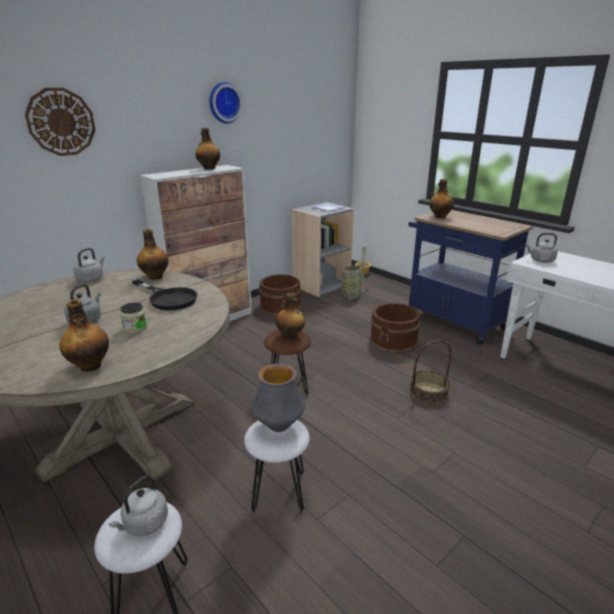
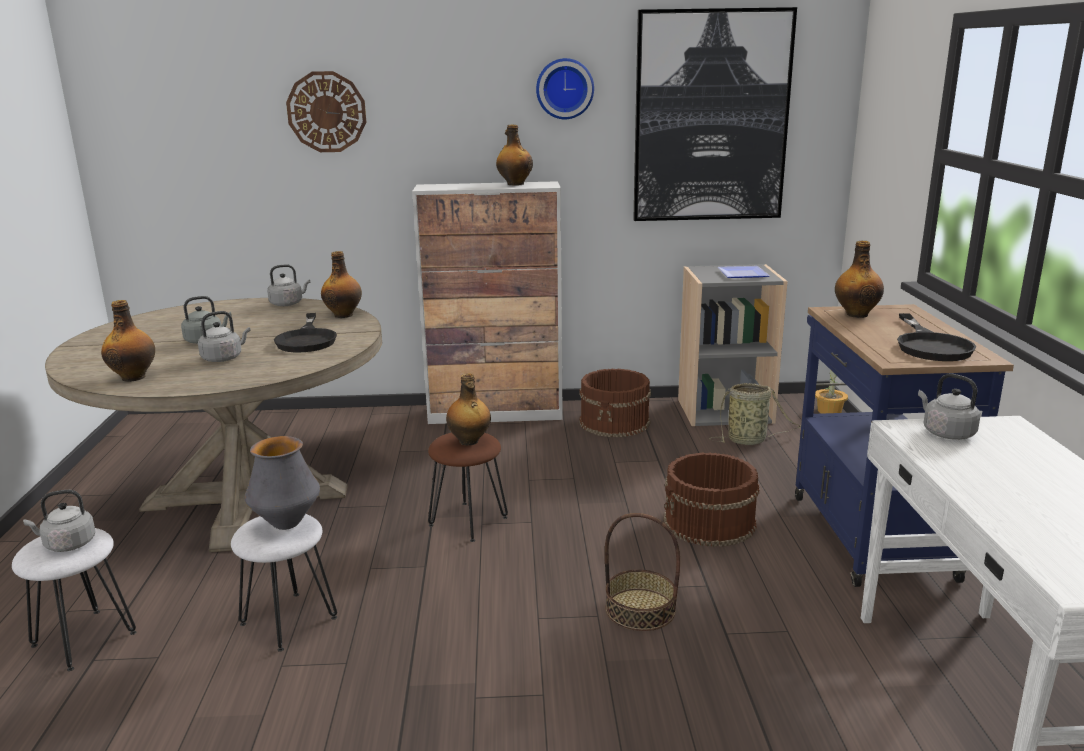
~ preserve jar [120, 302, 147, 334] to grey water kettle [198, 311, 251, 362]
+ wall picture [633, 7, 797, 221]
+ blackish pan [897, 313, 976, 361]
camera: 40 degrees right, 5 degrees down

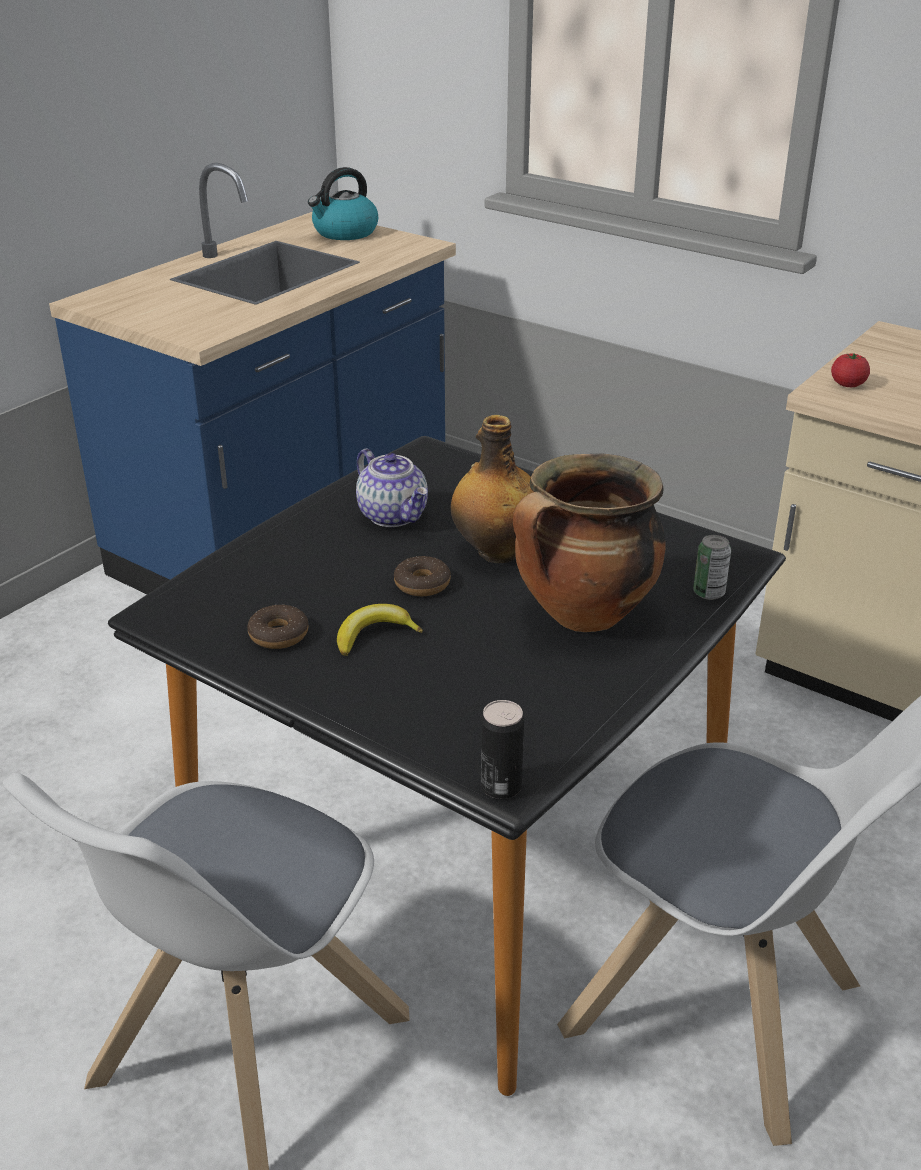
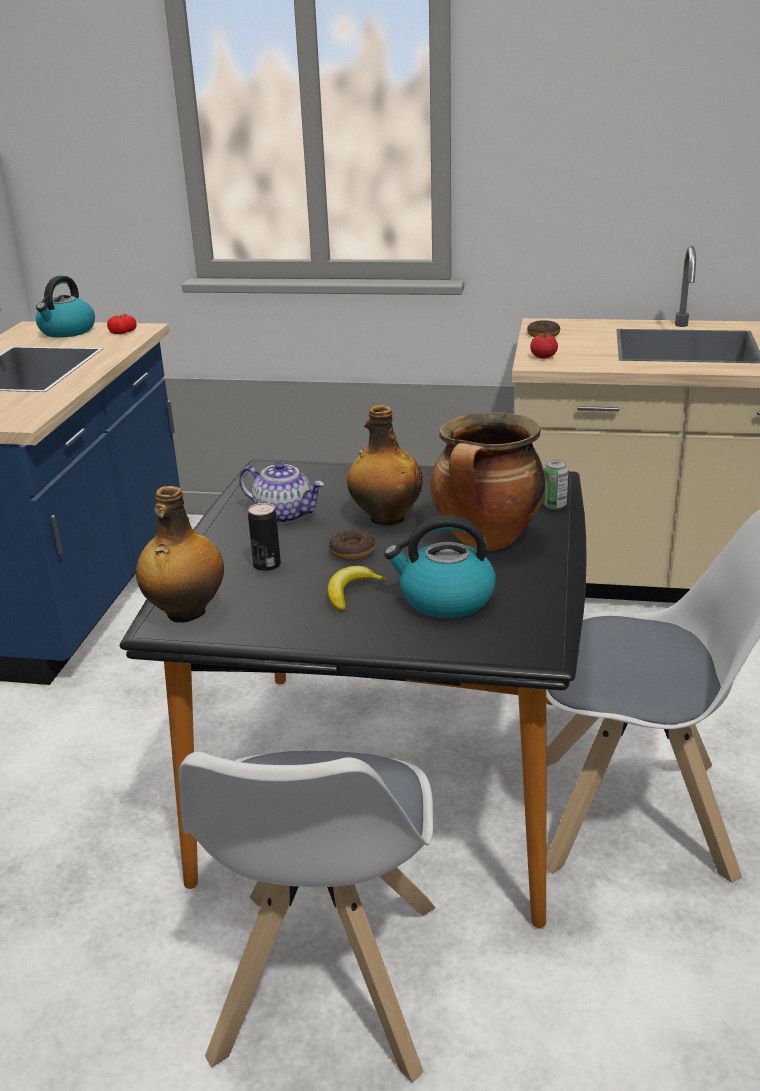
~ ring doughnut [247, 605, 308, 649] to [527, 320, 560, 337]
~ metal can [481, 700, 524, 799] to [248, 503, 281, 571]
+ tomato [107, 314, 137, 334]
+ drink bottle [136, 486, 224, 623]
+ water kettle [384, 516, 496, 618]
camera: 25 degrees left, 5 degrees down

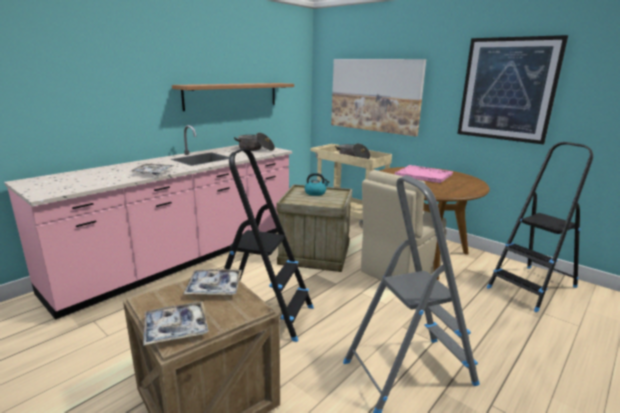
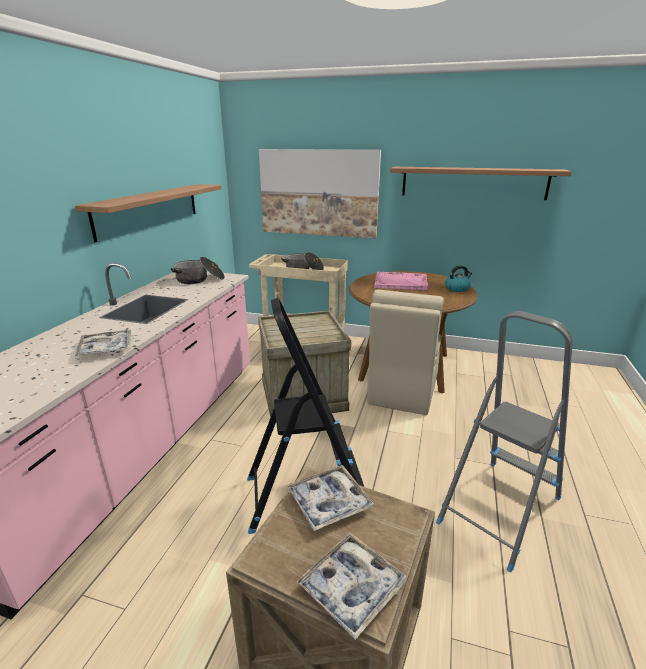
~ wall picture [457, 35, 568, 145] to shelf [390, 167, 572, 200]
- blackish stepladder [487, 142, 593, 312]
~ water kettle [304, 173, 330, 196] to [445, 265, 472, 292]
camera: 25 degrees left, 5 degrees up

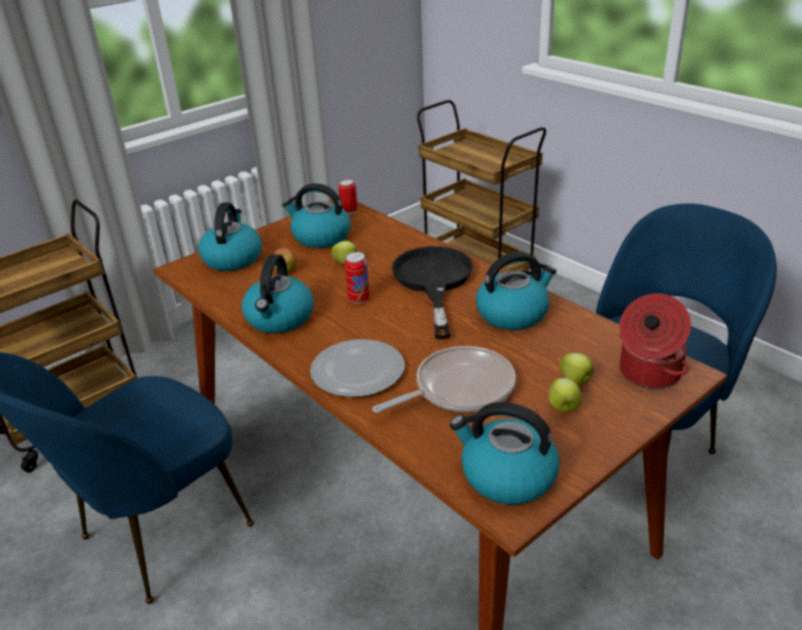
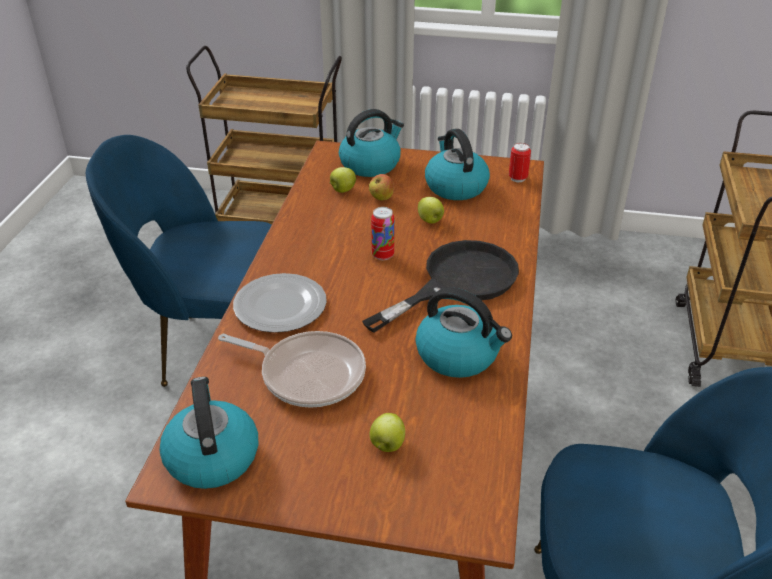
- water kettle [242, 254, 314, 333]
- stockpot [619, 293, 691, 389]
~ apple [548, 378, 582, 413] to [330, 167, 356, 193]
camera: 50 degrees right, 5 degrees up

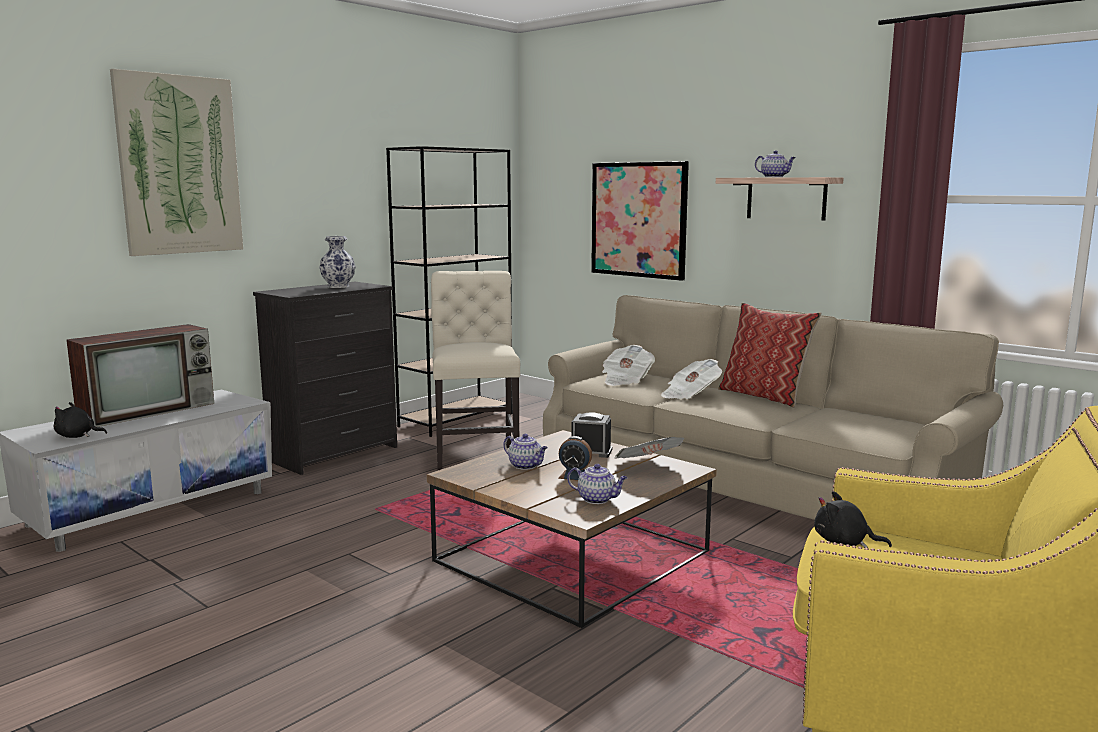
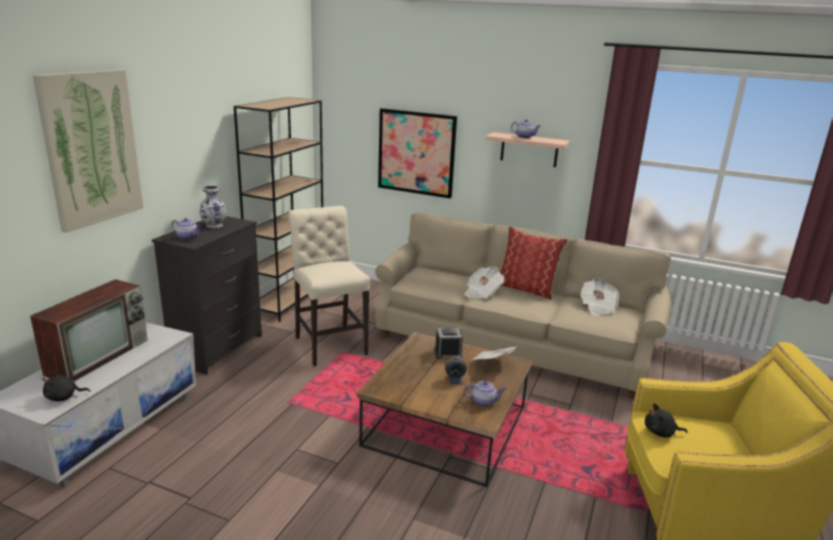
~ printed paper [602, 345, 655, 386] to [580, 278, 620, 316]
~ teapot [504, 434, 548, 470] to [172, 218, 201, 240]
camera: 20 degrees left, 10 degrees up

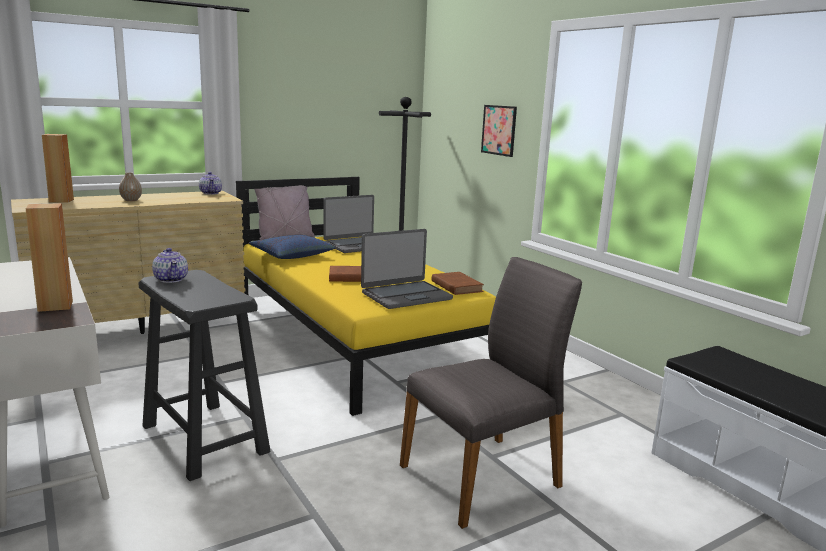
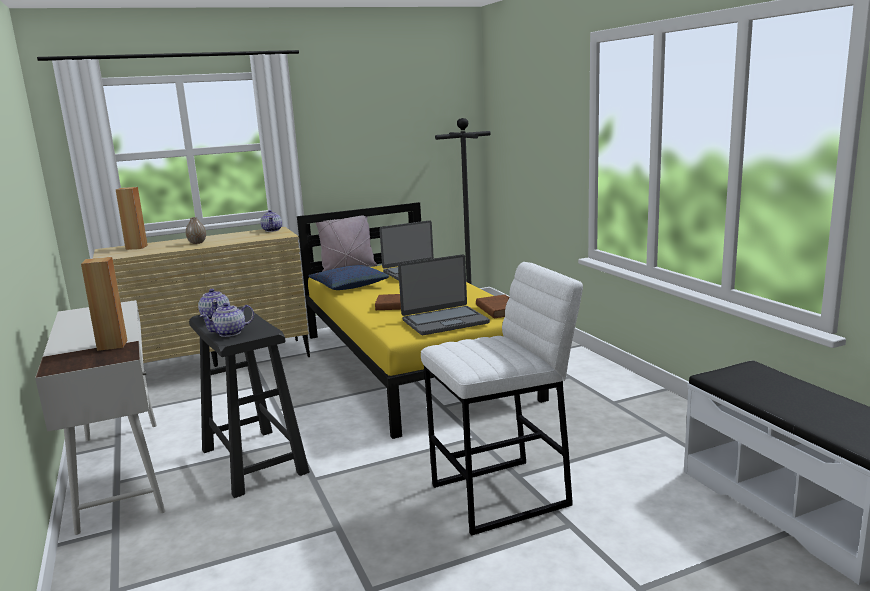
- wall picture [481, 105, 517, 157]
~ grey plain chair [400, 257, 582, 529] to white-coloured sitting stool [421, 262, 583, 536]
+ teapot [199, 303, 254, 337]
camera: 10 degrees right, 0 degrees up

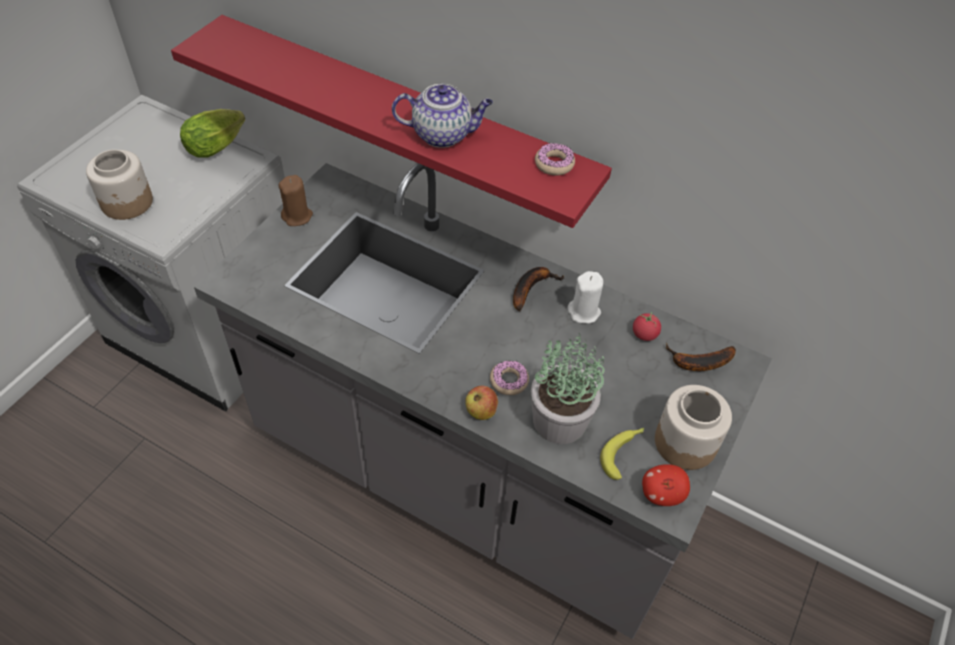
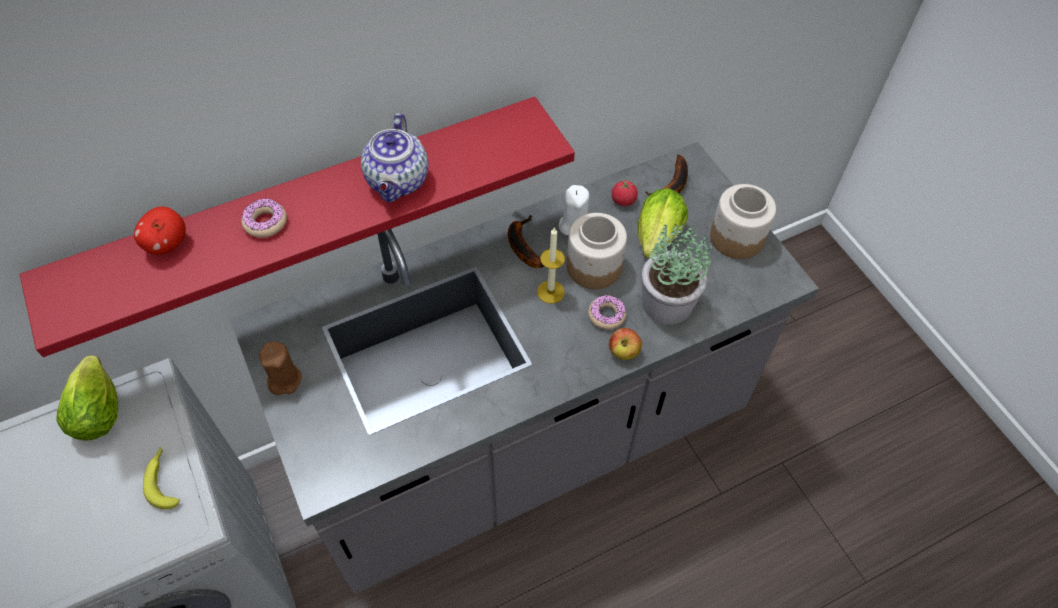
~ teapot [392, 84, 493, 148] = [361, 113, 429, 202] 150 degrees clockwise
~ ring doughnut [535, 143, 575, 176] to [241, 199, 287, 238]
~ preserve jar [86, 149, 153, 220] to [567, 213, 627, 289]
~ whole banana [600, 428, 644, 480] to [143, 447, 180, 509]
~ apple [642, 464, 690, 506] to [134, 207, 186, 255]
+ head of lettuce [637, 188, 688, 258]
+ candle [537, 227, 565, 304]
camera: 55 degrees left, 5 degrees up

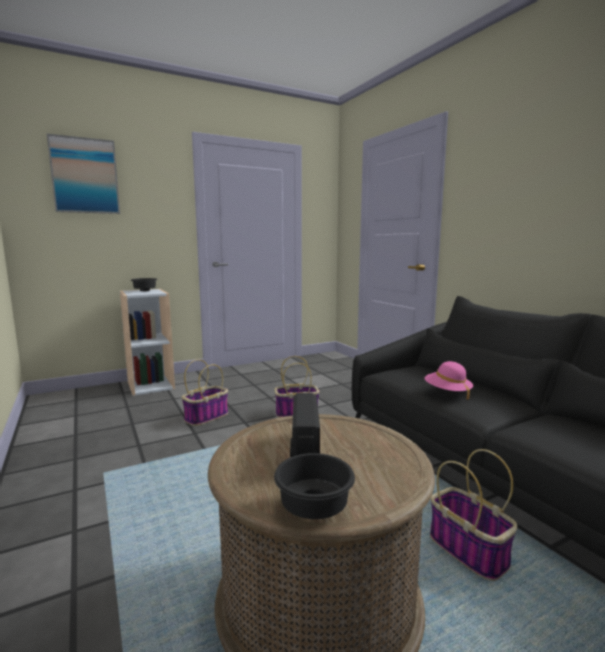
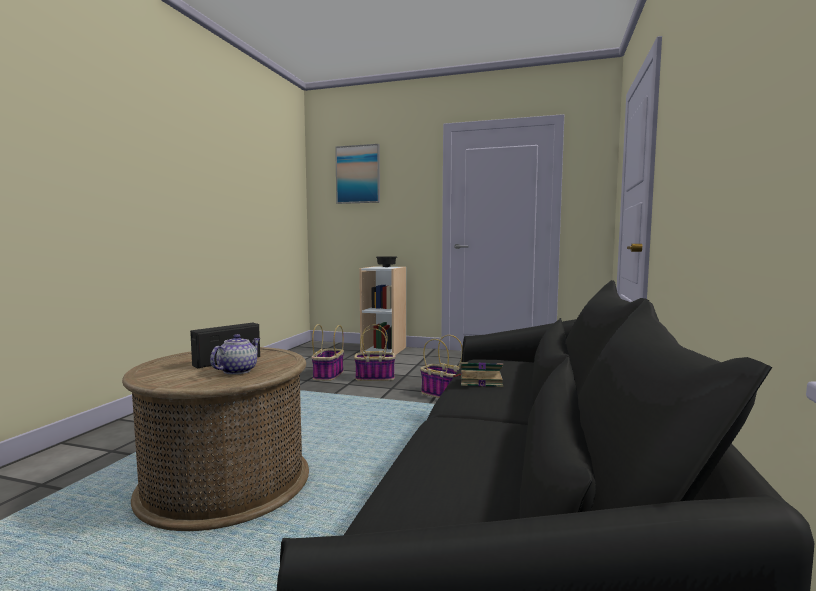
~ pink-coloured hat [425, 361, 473, 400] to bound book [453, 362, 503, 387]
~ storage basket [430, 449, 518, 581] to [312, 324, 344, 381]
- blackish serving bowl [274, 453, 355, 519]
+ teapot [210, 334, 260, 375]
camera: 45 degrees right, 5 degrees down

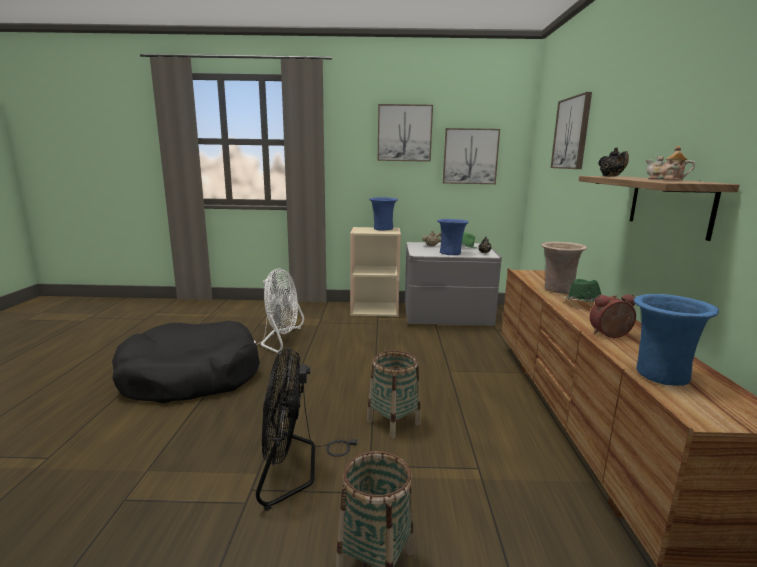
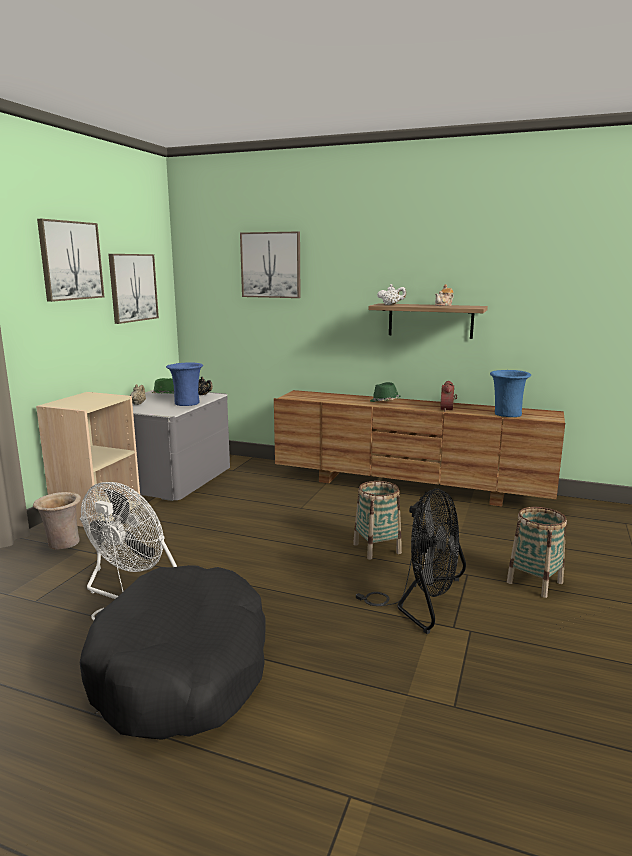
~ blackish teapot [598, 148, 629, 176] to white-coloured teapot [377, 284, 406, 305]
- blue flower vase [369, 197, 398, 230]
~ beige-coloured flower vase [541, 242, 587, 294] to [33, 492, 81, 550]
~ blackish cooling fan [256, 347, 359, 511] = [356, 488, 466, 634] 75 degrees counterclockwise
camera: 70 degrees left, 0 degrees up

